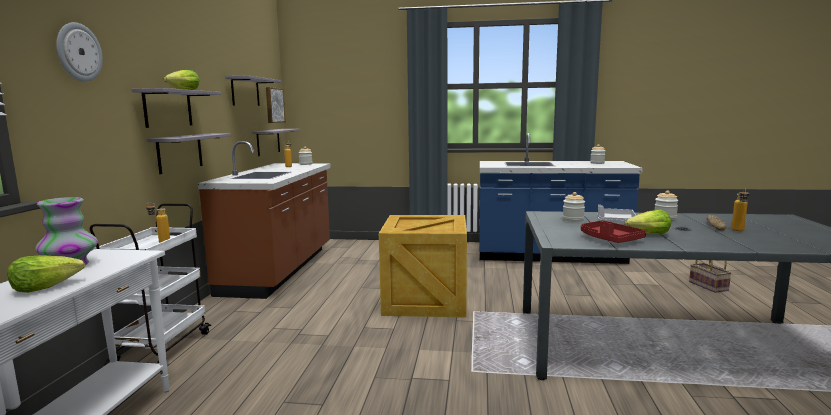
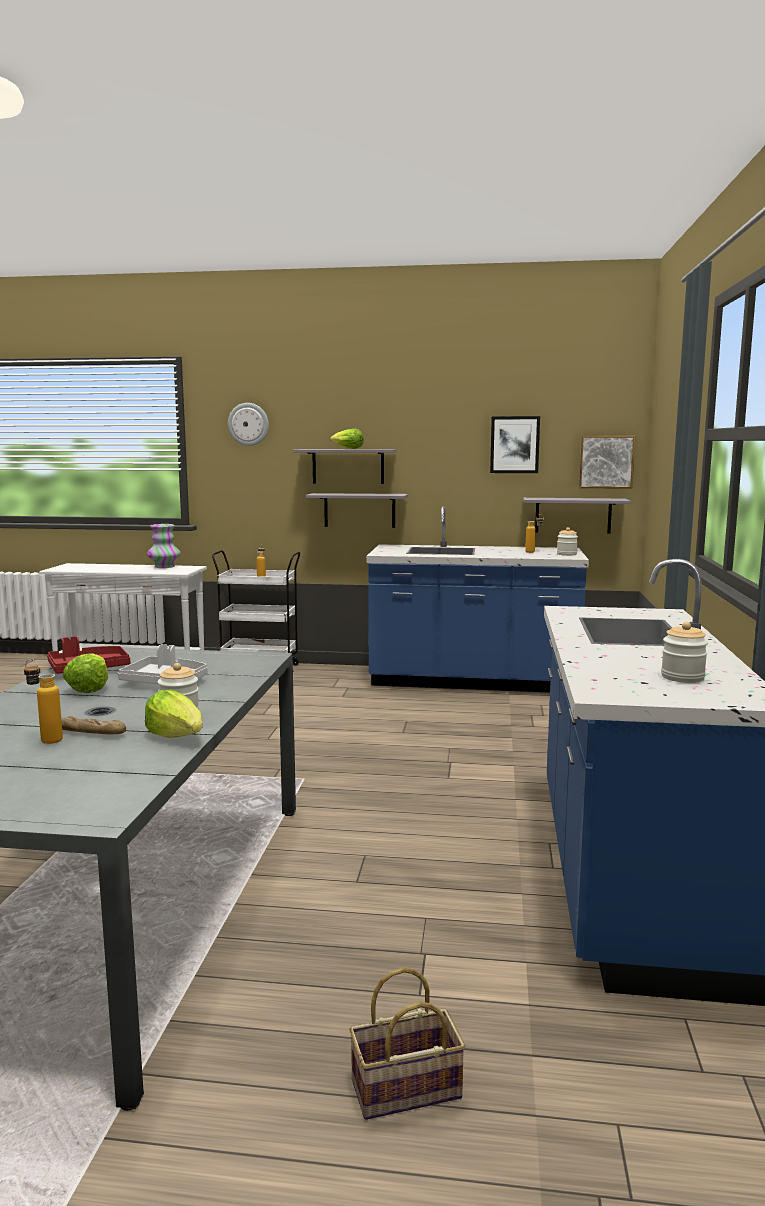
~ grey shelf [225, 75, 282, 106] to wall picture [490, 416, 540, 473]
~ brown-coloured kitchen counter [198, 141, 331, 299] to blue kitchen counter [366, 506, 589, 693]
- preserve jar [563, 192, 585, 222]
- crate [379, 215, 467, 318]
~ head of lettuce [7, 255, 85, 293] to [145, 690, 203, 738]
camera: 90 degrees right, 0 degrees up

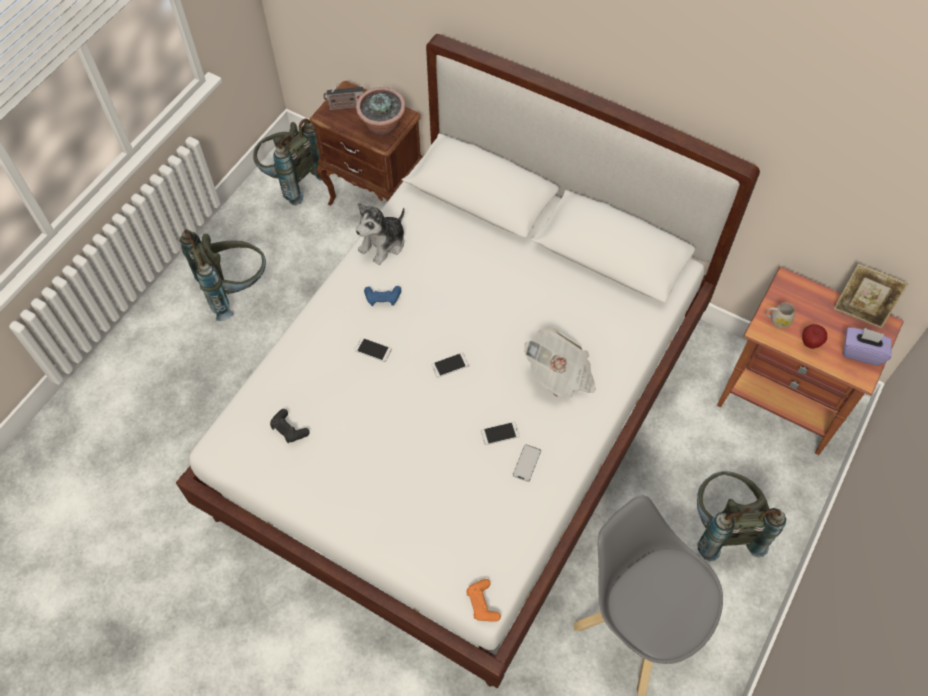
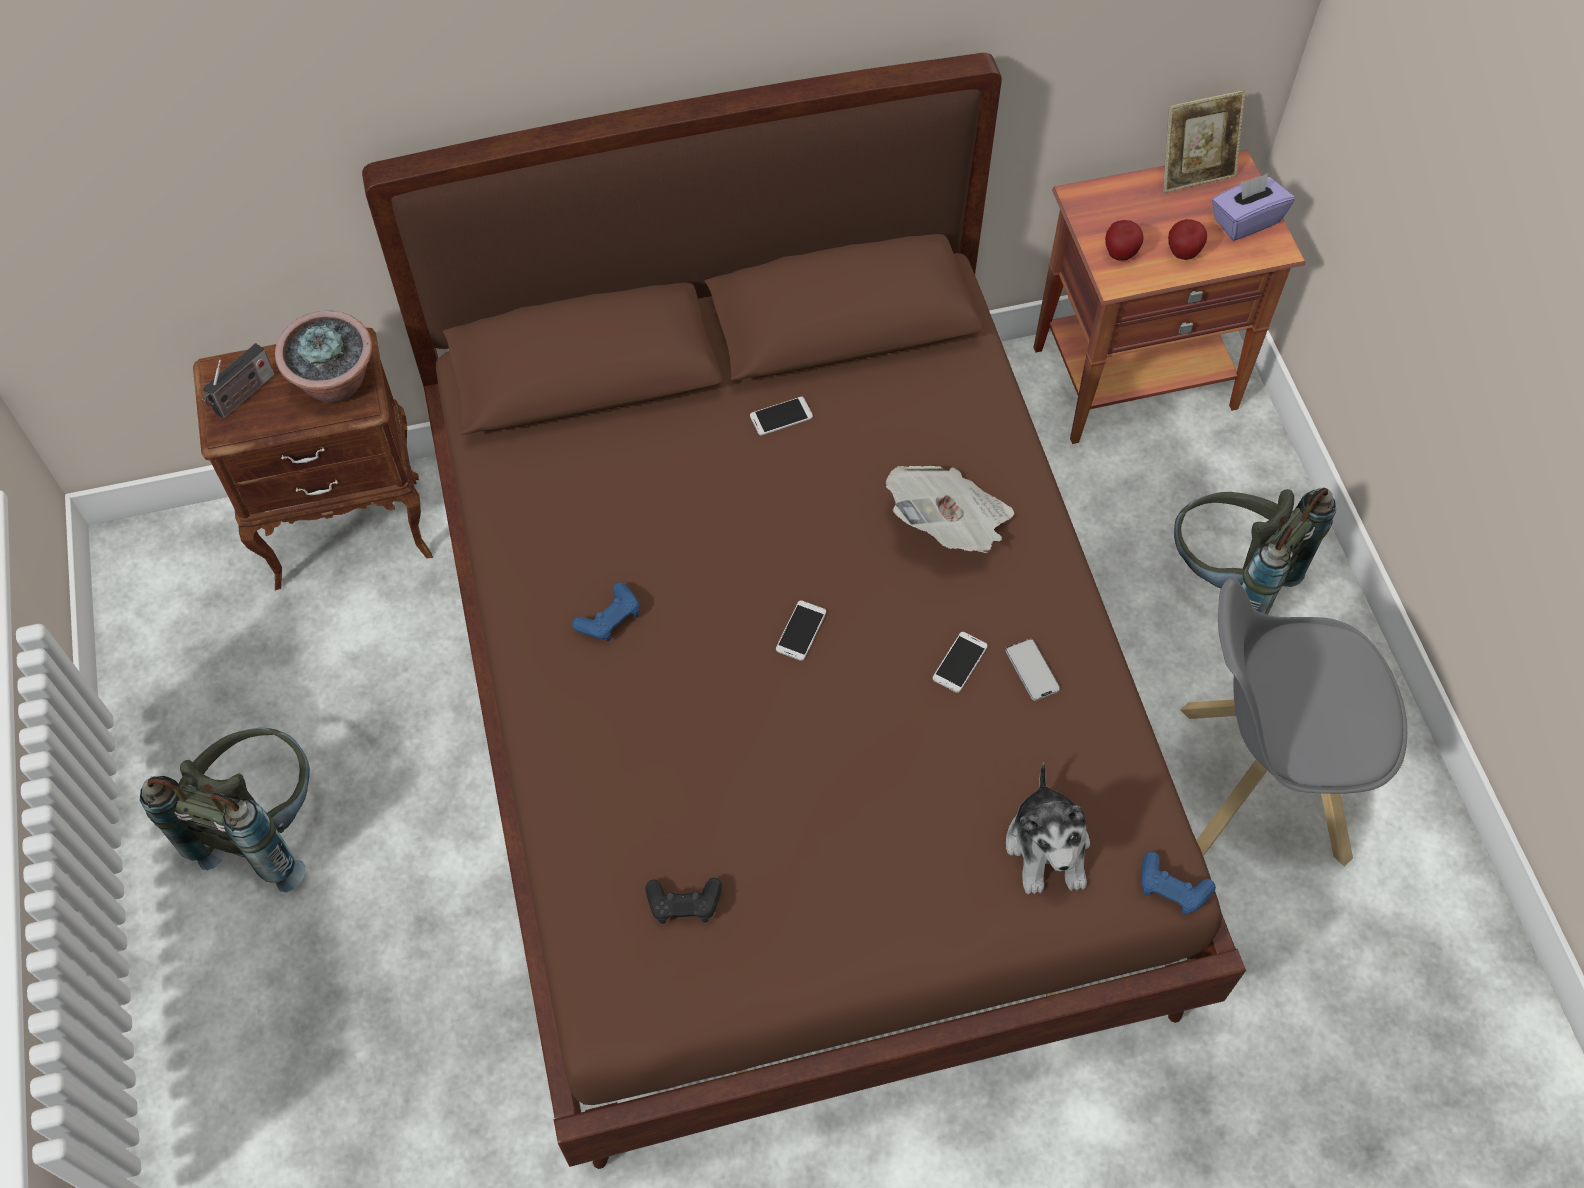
~ white-coloured bed [176, 34, 760, 689] to brown-coloured bed [362, 53, 1246, 1169]
- grey rucksack [253, 118, 322, 205]
~ plush toy [356, 203, 404, 265] to [1006, 762, 1090, 894]
~ white-coloured coffee mug [766, 302, 795, 328] to apple [1105, 220, 1144, 261]
~ handset [354, 338, 392, 362] to [750, 397, 813, 436]
~ orange-coloured game controller [466, 579, 501, 622] to blue game controller [1141, 852, 1216, 915]
camera: 45 degrees left, 0 degrees up

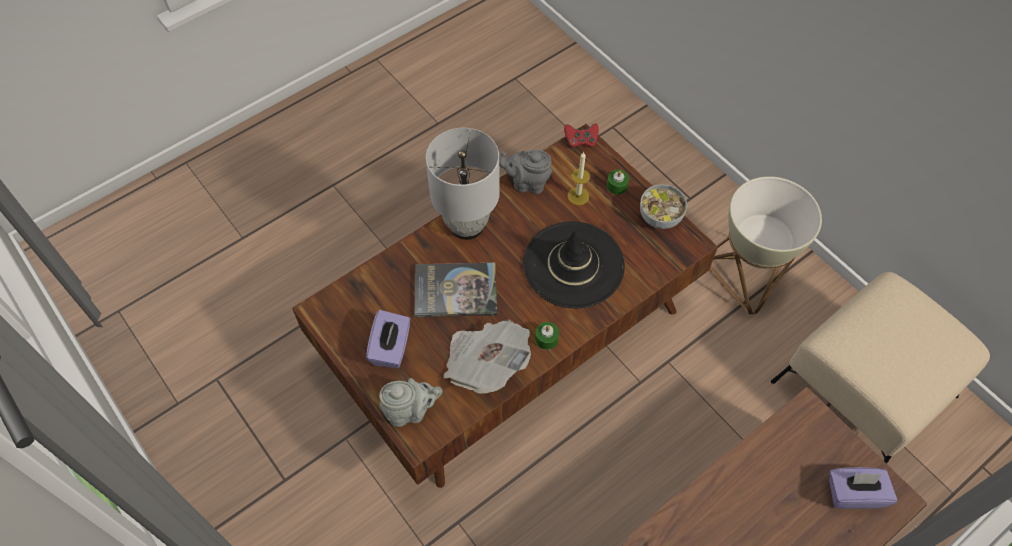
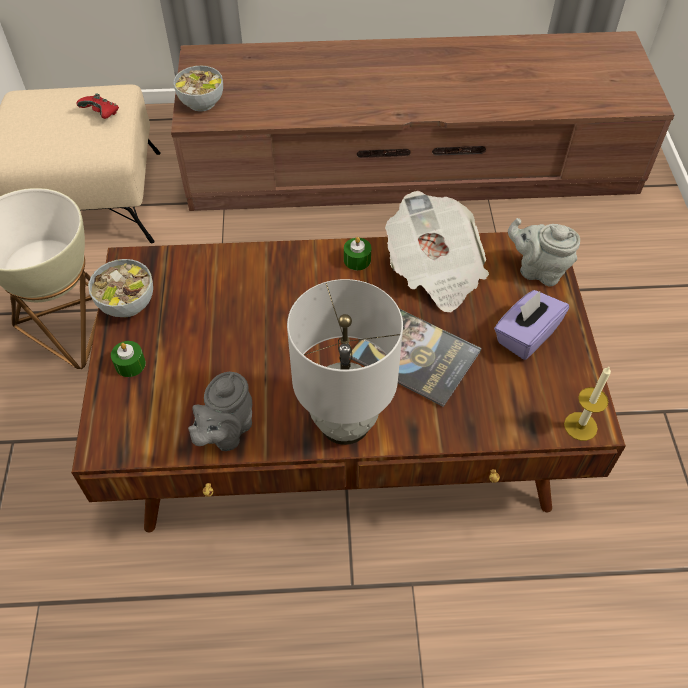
~ red game controller [564, 123, 599, 148] to [76, 93, 119, 119]
~ grey teapot [499, 149, 553, 194] = [188, 372, 252, 451] 75 degrees clockwise
~ candle [567, 152, 590, 205] to [564, 367, 611, 441]
- blackish hat [523, 222, 625, 308]
- purplish tissue box [829, 467, 897, 509]
+ serving bowl [173, 66, 223, 112]
camera: 145 degrees left, 5 degrees down

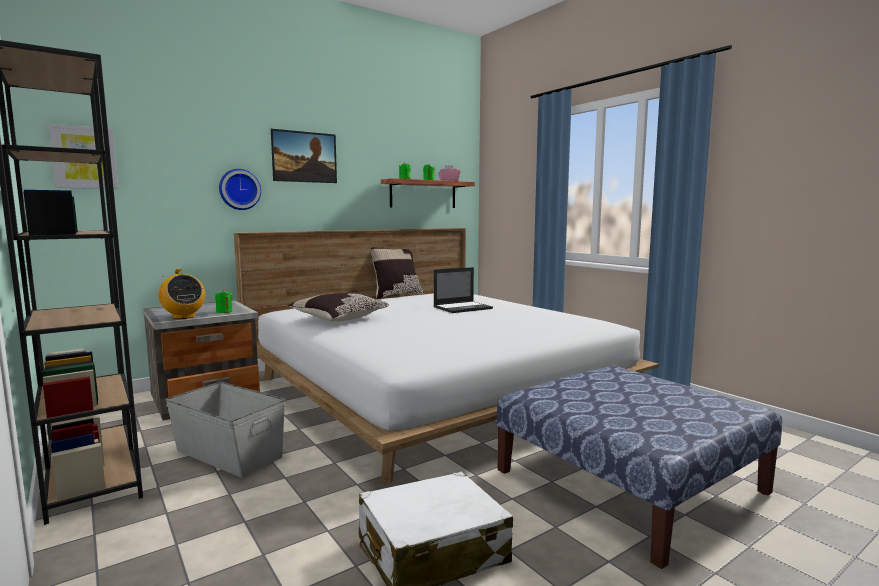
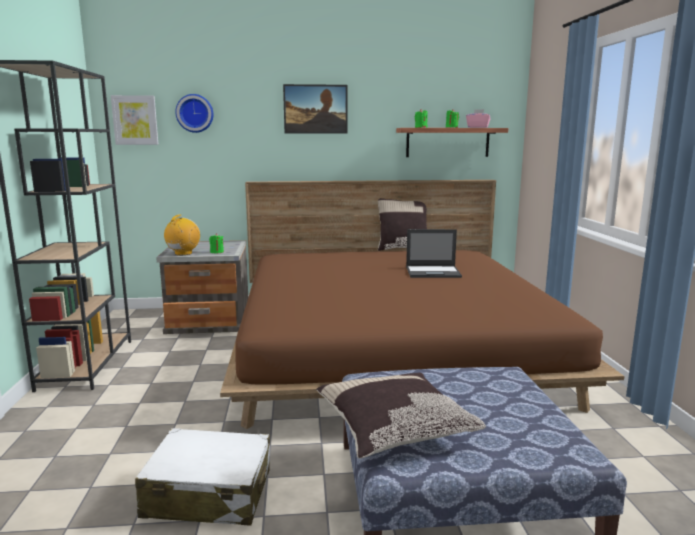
~ clock on the wall [219, 169, 261, 210] to [175, 94, 214, 133]
~ white-coloured bed [234, 228, 659, 484] to brown-coloured bed [220, 180, 624, 429]
~ radio [159, 269, 205, 319] = [164, 214, 200, 255] 150 degrees counterclockwise
~ cushion [289, 293, 389, 322] to [316, 373, 486, 459]
- grey storage bin [165, 382, 286, 477]
camera: 30 degrees right, 5 degrees up

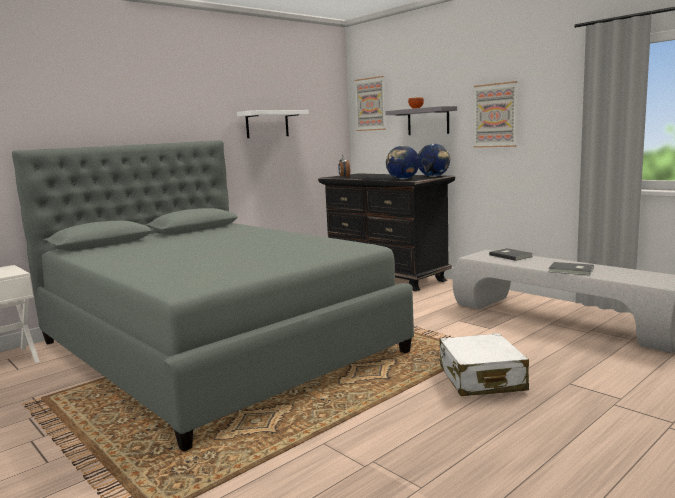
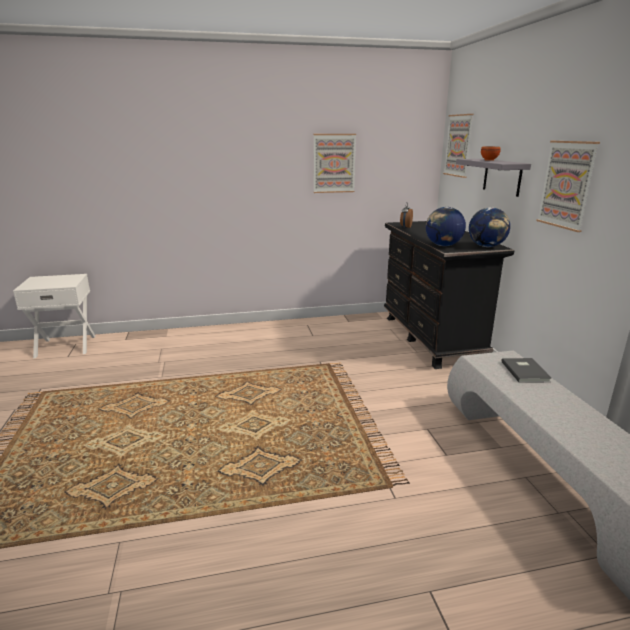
~ white-coloured shelf [237, 110, 309, 138] to wall picture [314, 134, 356, 193]
- grey bed [12, 140, 414, 452]
- grey bound book [549, 262, 594, 275]
- white-coloured piece of luggage [440, 333, 529, 396]
camera: 30 degrees right, 10 degrees up

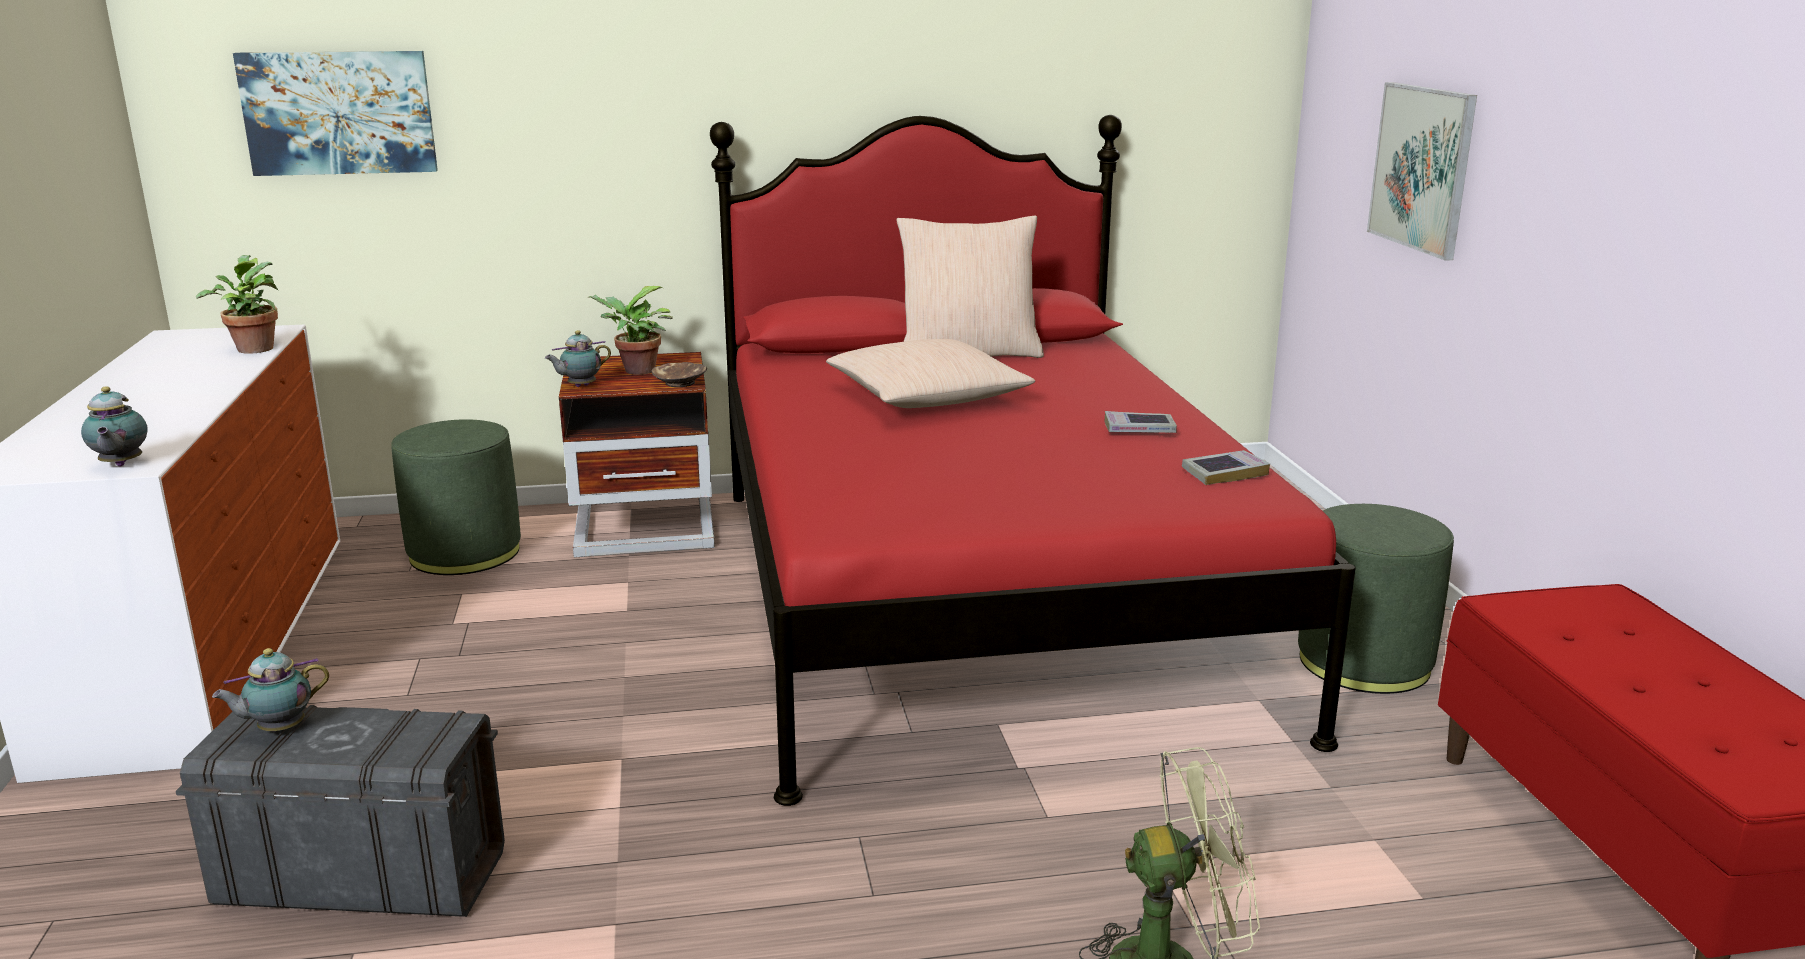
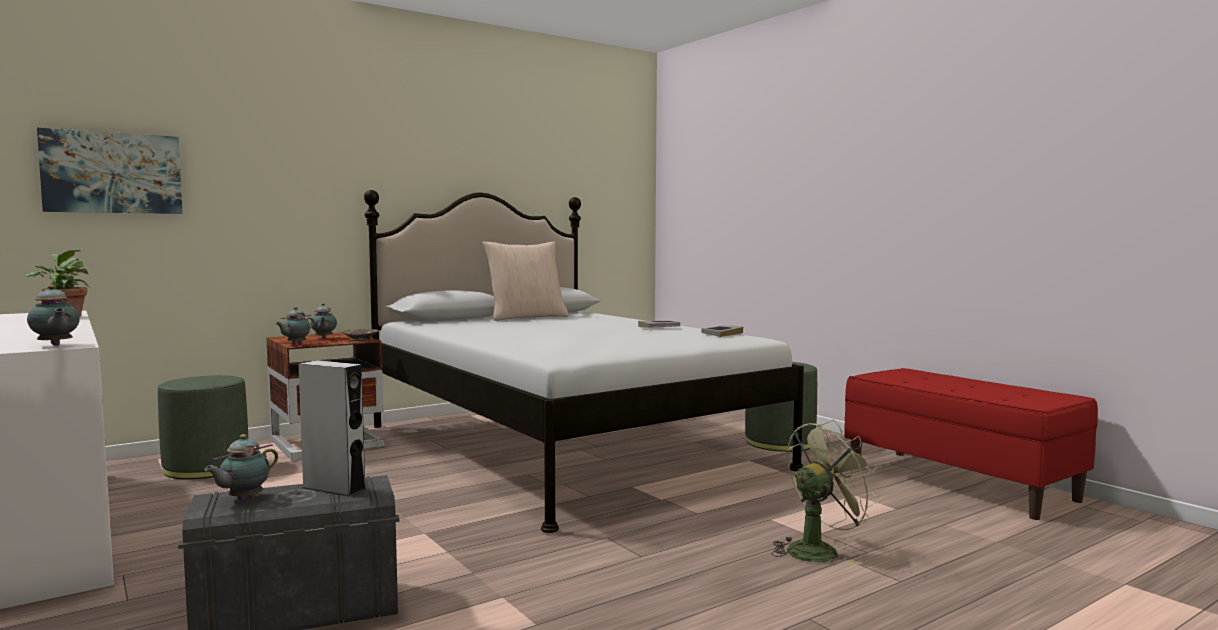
- wall picture [1367, 82, 1477, 261]
~ red bed [710, 115, 1356, 806] to white-coloured bed [364, 190, 804, 533]
~ potted plant [587, 286, 673, 375] to teapot [310, 303, 337, 339]
- beige-coloured cushion [826, 339, 1035, 408]
+ grey loudspeaker [299, 360, 366, 497]
camera: 25 degrees left, 15 degrees down

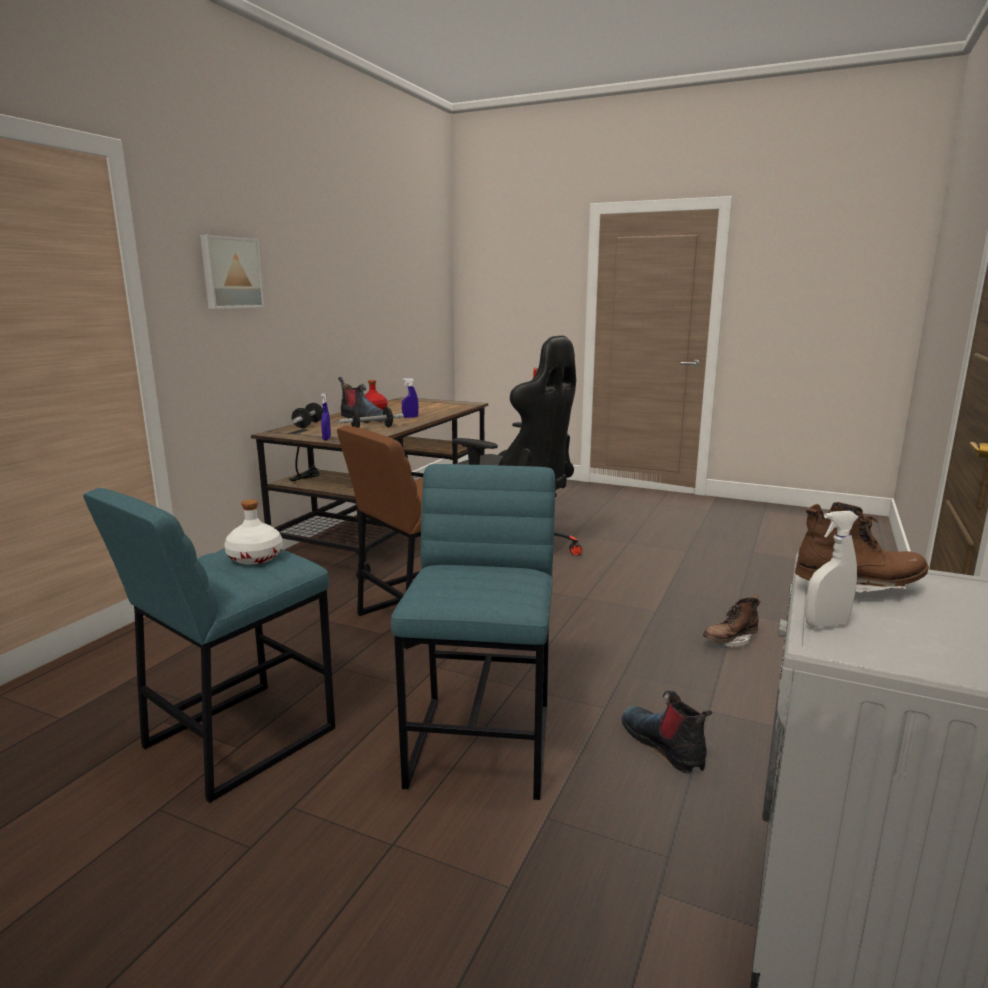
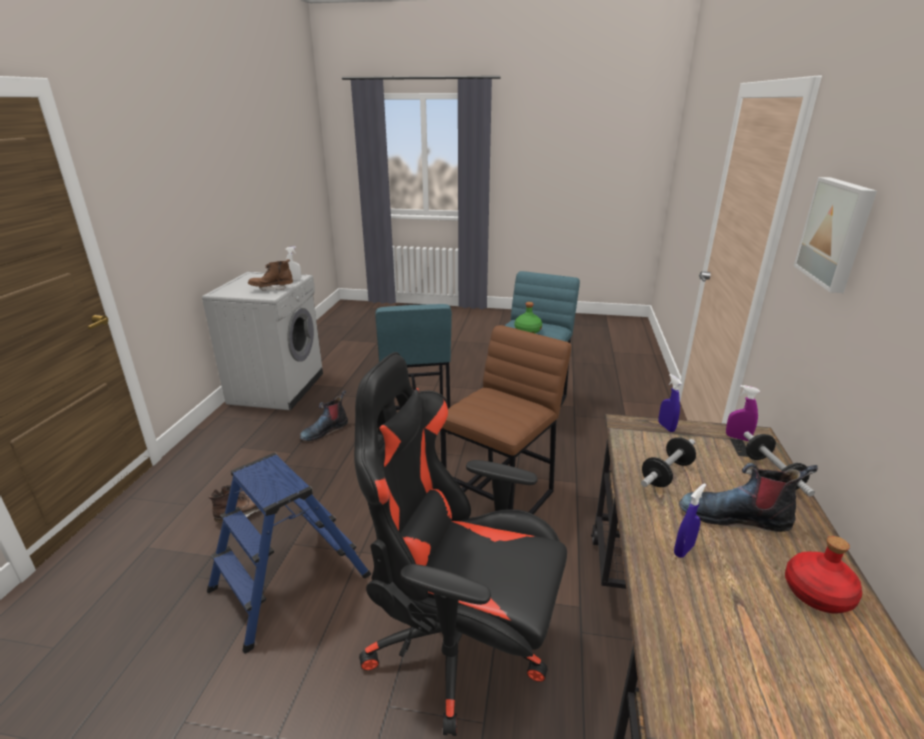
~ white-coloured drink bottle [224, 499, 283, 564] to green drink bottle [515, 302, 542, 333]
~ tall boot [621, 690, 712, 774] = [300, 390, 348, 441] 90 degrees clockwise
+ purplish spray bottle [726, 385, 760, 441]
+ blue stepladder [207, 453, 371, 654]
camera: 165 degrees right, 10 degrees up

